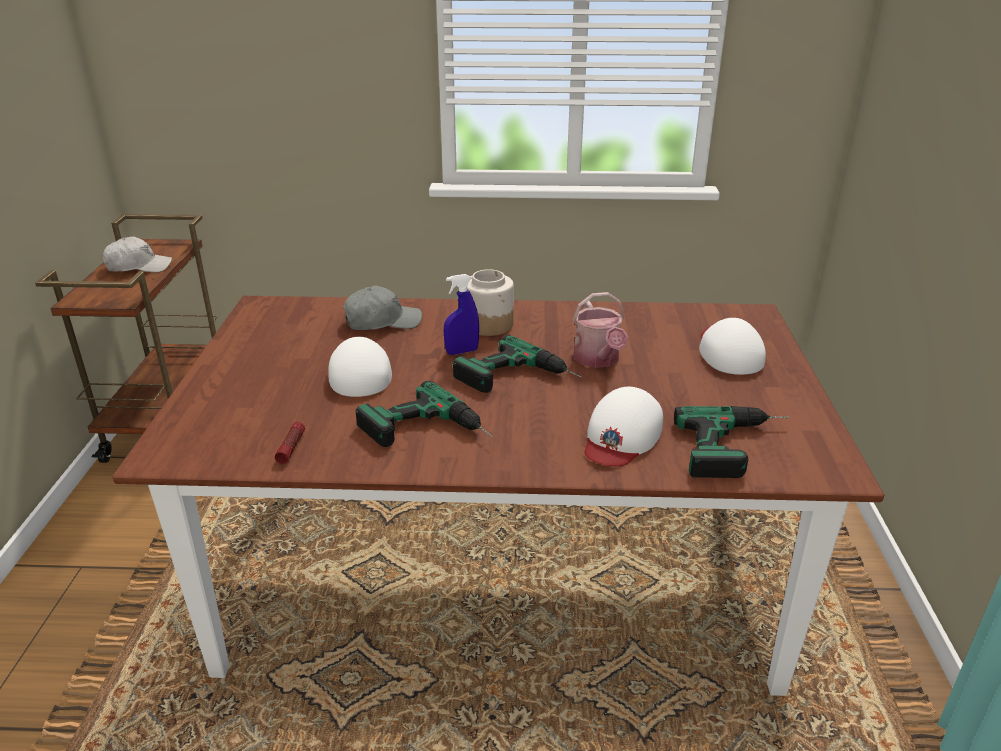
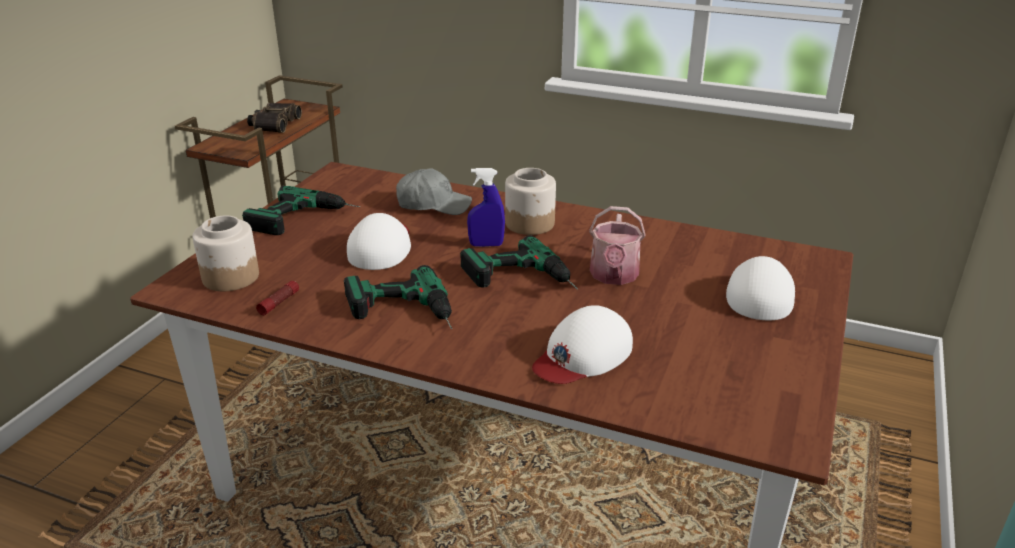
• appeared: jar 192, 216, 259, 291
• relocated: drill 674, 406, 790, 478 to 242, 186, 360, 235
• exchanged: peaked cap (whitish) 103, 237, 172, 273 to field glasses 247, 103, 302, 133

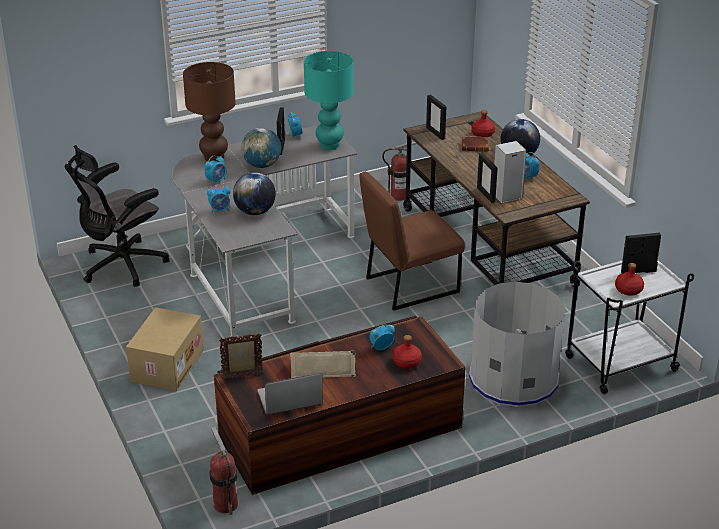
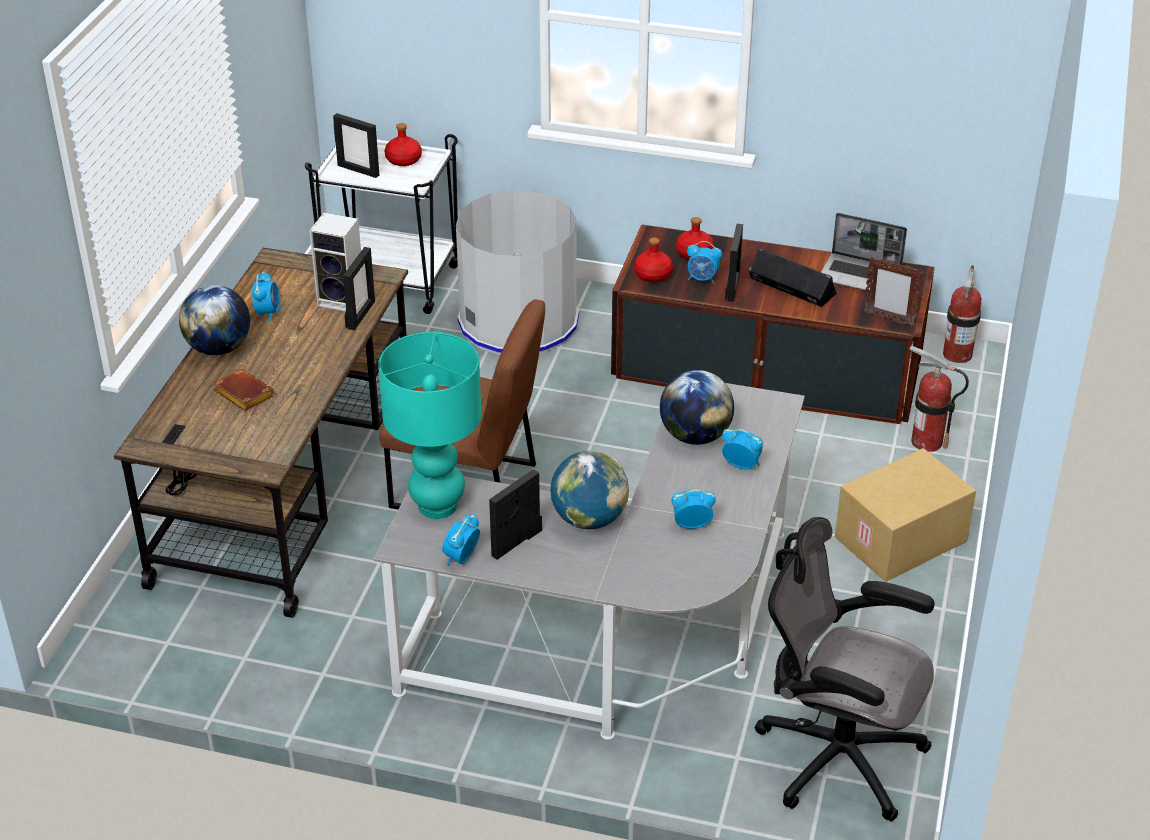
• relocated: beverage bottle (reddish) 471, 110, 495, 137 to 634, 237, 673, 282
• relocated: standing frame 426, 94, 447, 140 to 725, 224, 743, 302
• colour: speaker (beige-coloured) 290, 350, 355, 378 to speaker (black-coloured) 748, 247, 837, 307
• spun: computer chair 65, 145, 169, 287 = 755, 517, 934, 822 150 degrees counterclockwise
• relocated: extinguisher 382, 142, 417, 201 to 909, 346, 969, 452
• missing: lamp for a table (brown-coloured) 183, 62, 236, 162

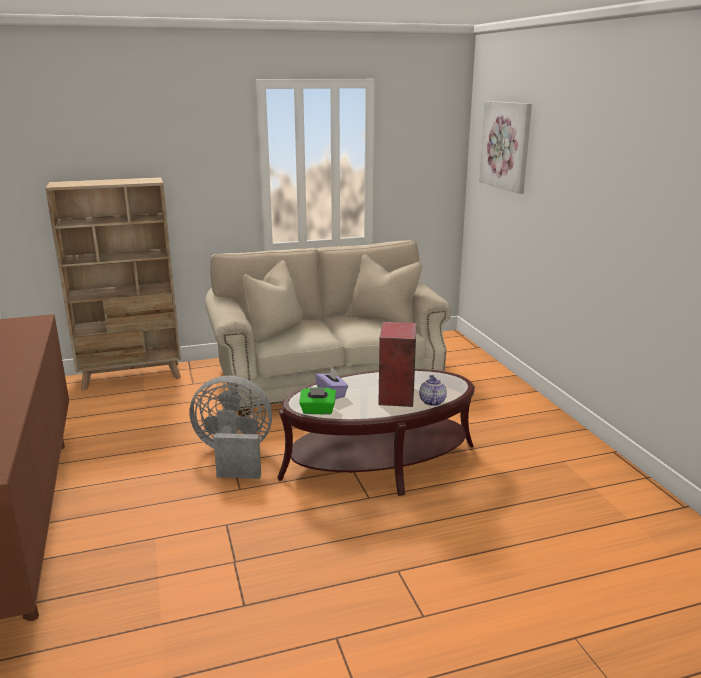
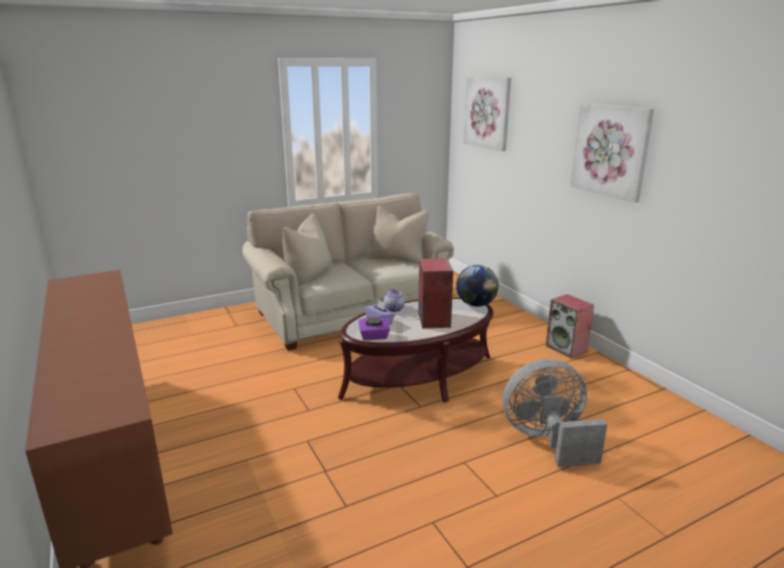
• colour: box of tissues (green) 299, 387, 336, 415 to box of tissues (purple) 358, 317, 390, 340
• relocated: tea pot 419, 375, 447, 406 to 384, 289, 405, 312
• appeared: desk globe 456, 265, 499, 307
• relocated: fan (gray) 190, 376, 272, 479 to 503, 359, 607, 467
• appeared: speaker 546, 294, 594, 359
• appeared: wall picture 570, 103, 654, 203
• missing: shelving unit (beige-coloured) 45, 177, 181, 391

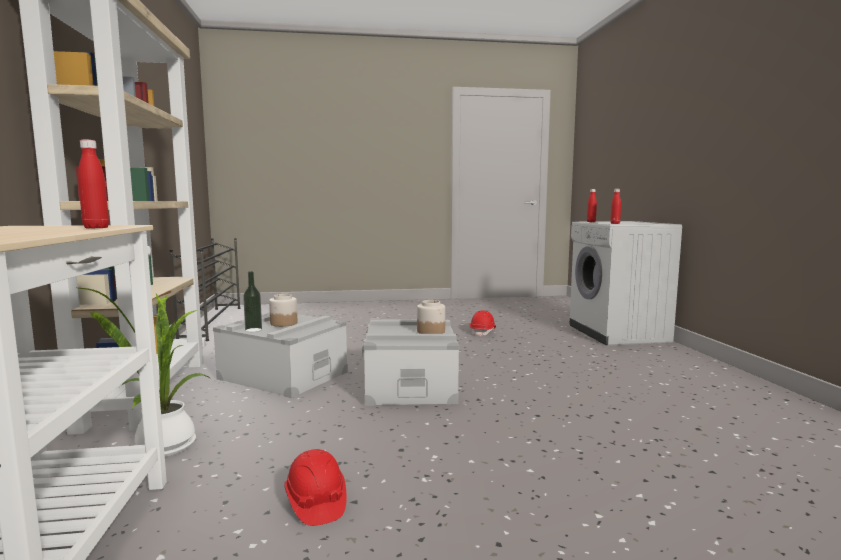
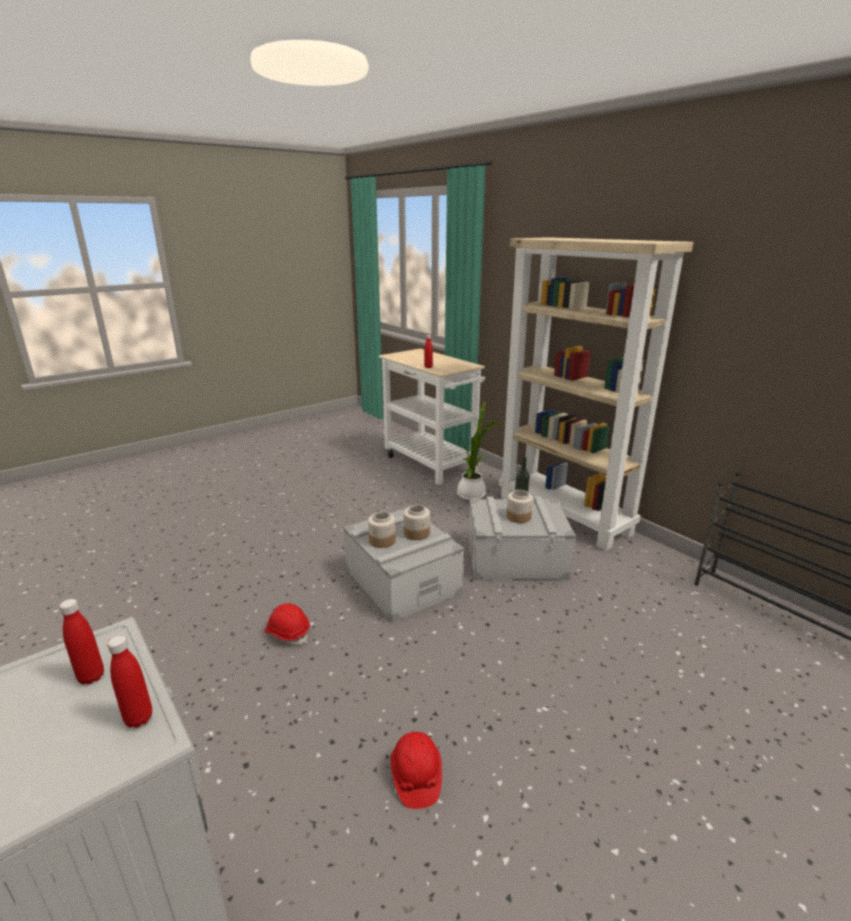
• relocated: work helmet (reddish) 284, 449, 347, 526 to 264, 603, 310, 646
• appeared: jar 403, 505, 430, 540

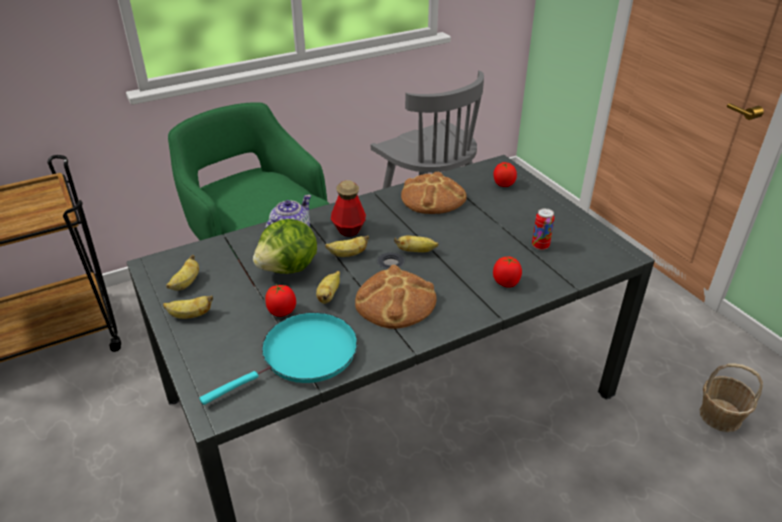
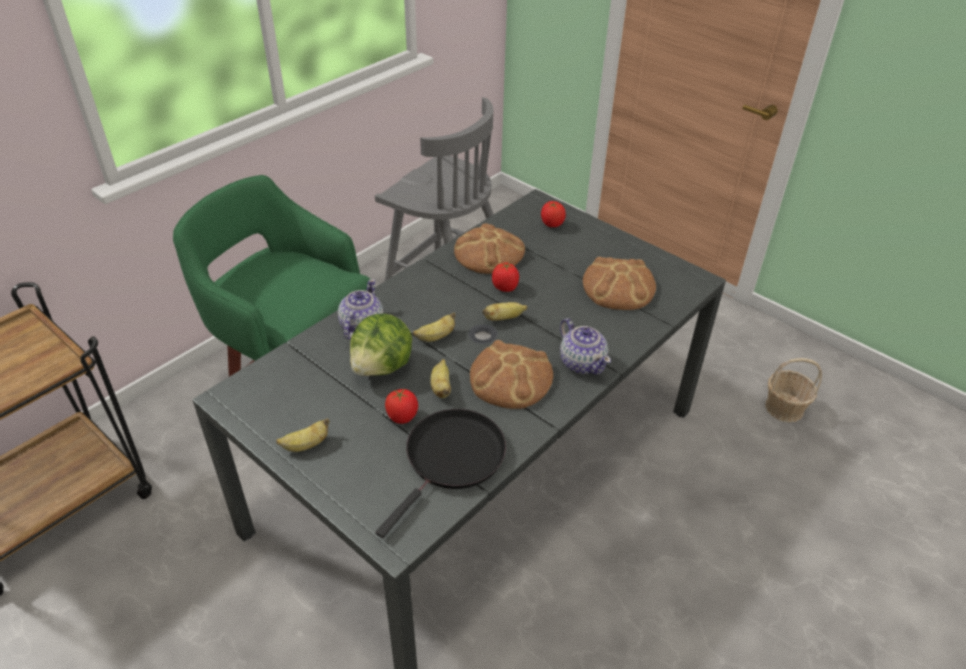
• colour: pan (turquoise-coloured) 199, 312, 357, 405 to pan (black-coloured) 376, 409, 506, 538
• relocated: fresh tomato 493, 256, 522, 287 to 492, 262, 519, 292
• appeared: tea pot 560, 318, 611, 375
• exchanged: can 532, 208, 555, 250 to baked bread 583, 257, 656, 310
• missing: whole banana 166, 255, 199, 291
• missing: beverage bottle 331, 180, 366, 237

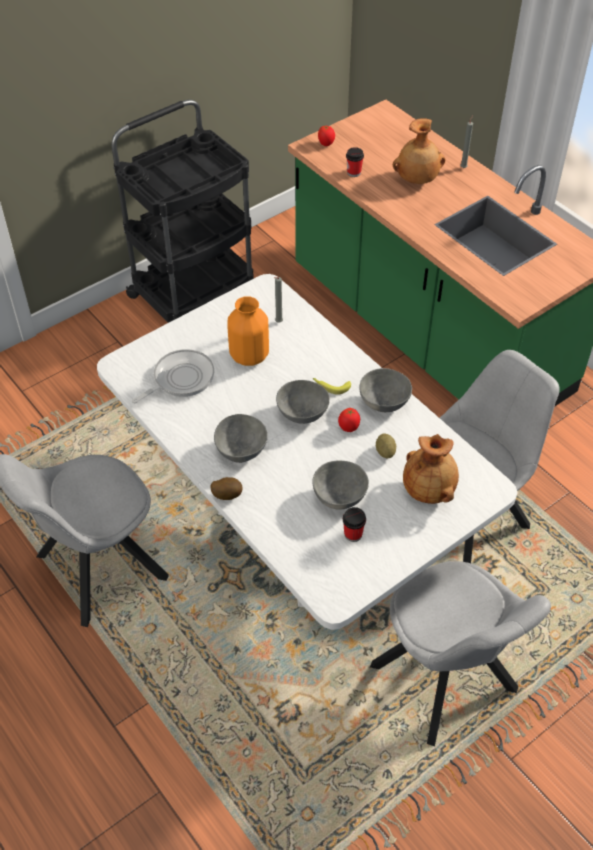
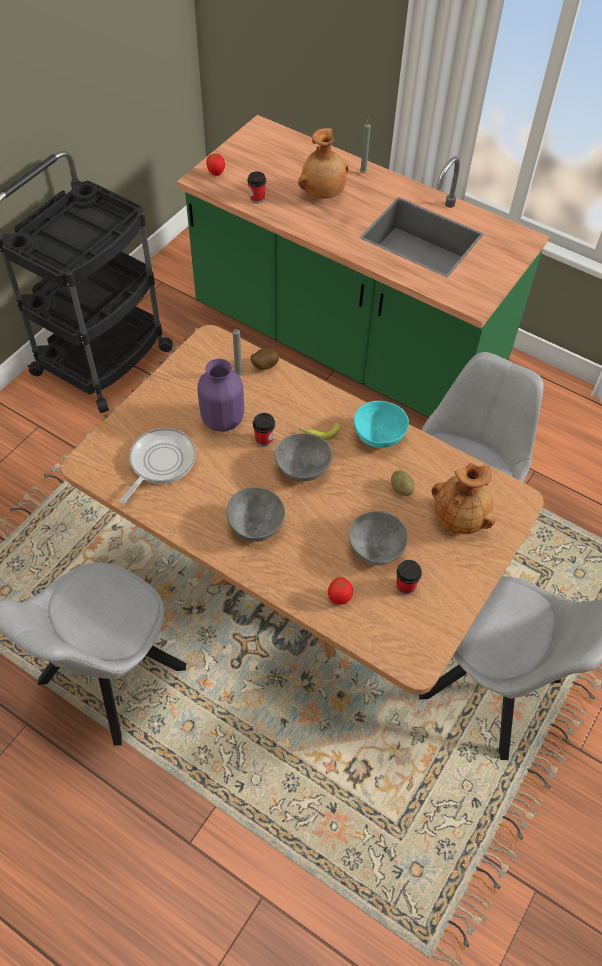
• colour: kitchen table (whitish) 97, 274, 518, 630 to kitchen table (brown-coloured) 61, 325, 544, 695
• colour: decorative vase (orange-coloured) 227, 296, 269, 366 to decorative vase (purple) 197, 359, 244, 432
• relocated: potato 210, 477, 242, 500 to 251, 348, 279, 370
• appeared: drinking cup 253, 413, 275, 447
• relocated: fresh tomato 338, 408, 360, 432 to 328, 577, 353, 605
• colour: deep dish (gray) 359, 368, 412, 412 to deep dish (turquoise-coloured) 354, 401, 409, 448

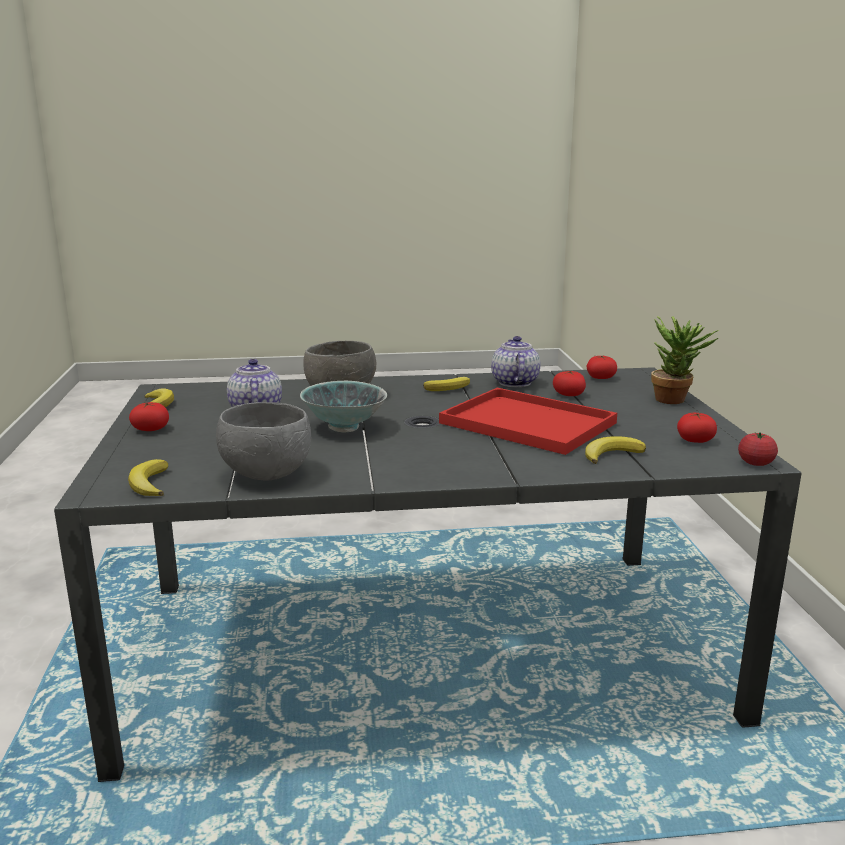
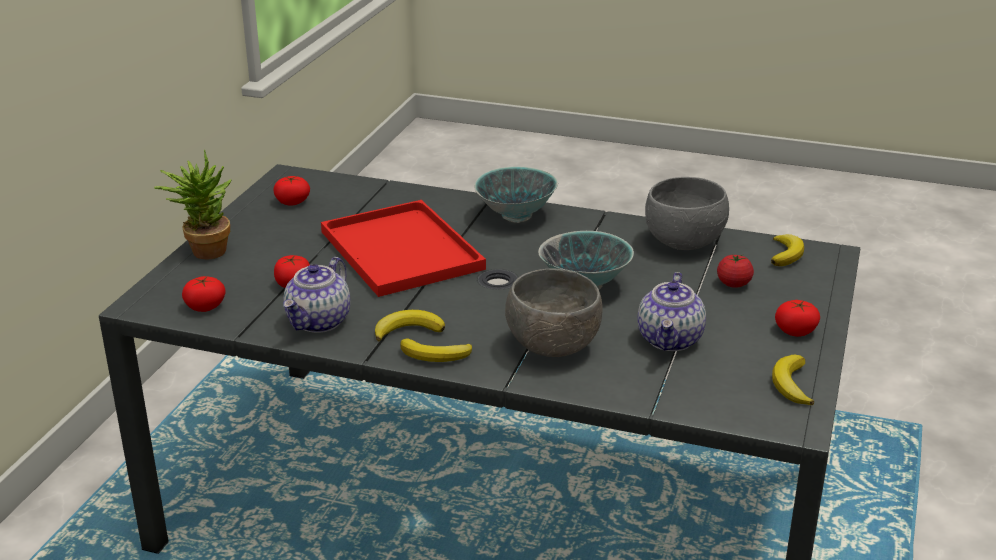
• relocated: whole banana 585, 436, 646, 464 to 400, 338, 472, 362
• appeared: deep dish 474, 166, 558, 223
• relocated: fresh tomato 738, 432, 778, 466 to 717, 254, 754, 288

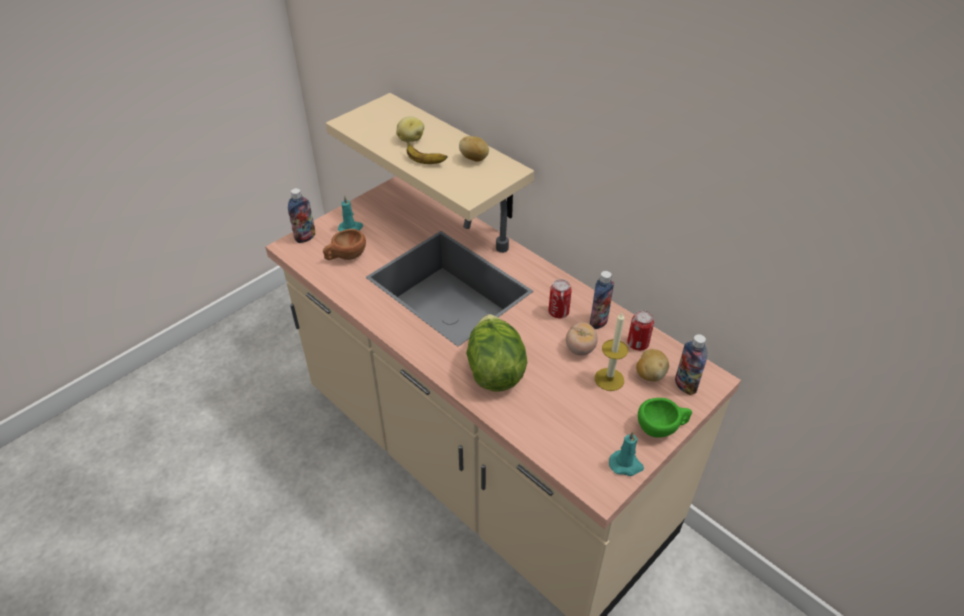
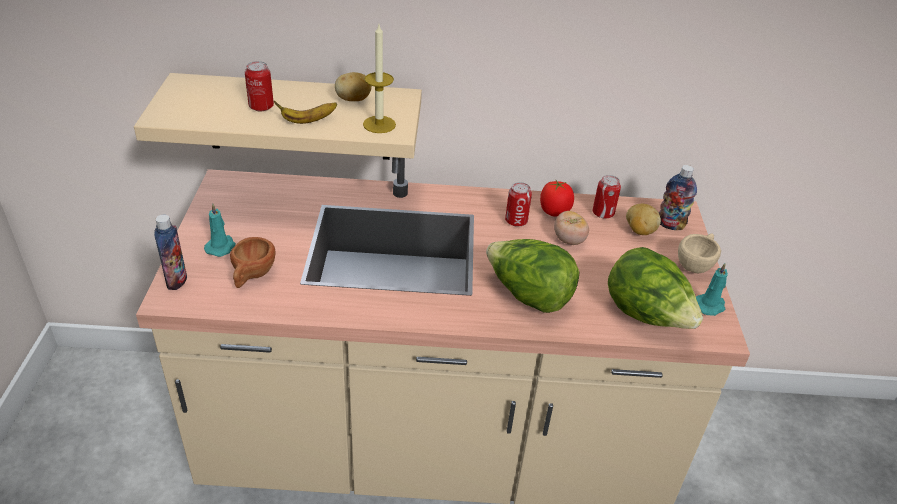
• exchanged: potato 396, 116, 424, 142 to can 245, 61, 274, 112
• relocated: wax candle 595, 313, 628, 391 to 363, 25, 396, 133
• exchanged: beverage bottle 590, 271, 614, 329 to fresh tomato 540, 179, 574, 216
• appeared: lettuce head 608, 247, 703, 329
• colour: drinking cup (green) 638, 398, 692, 438 to drinking cup (beige-coloured) 678, 233, 721, 273

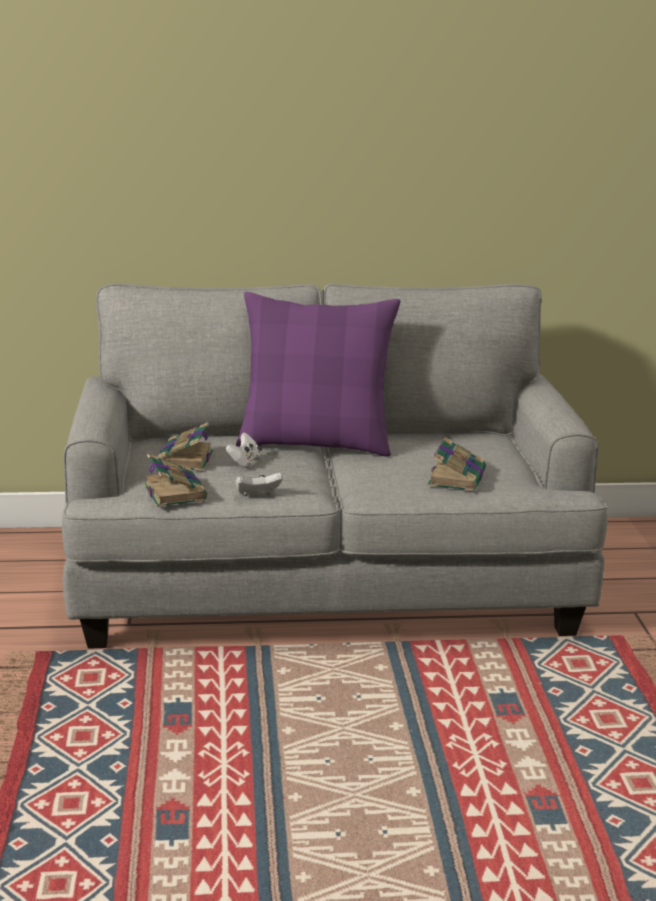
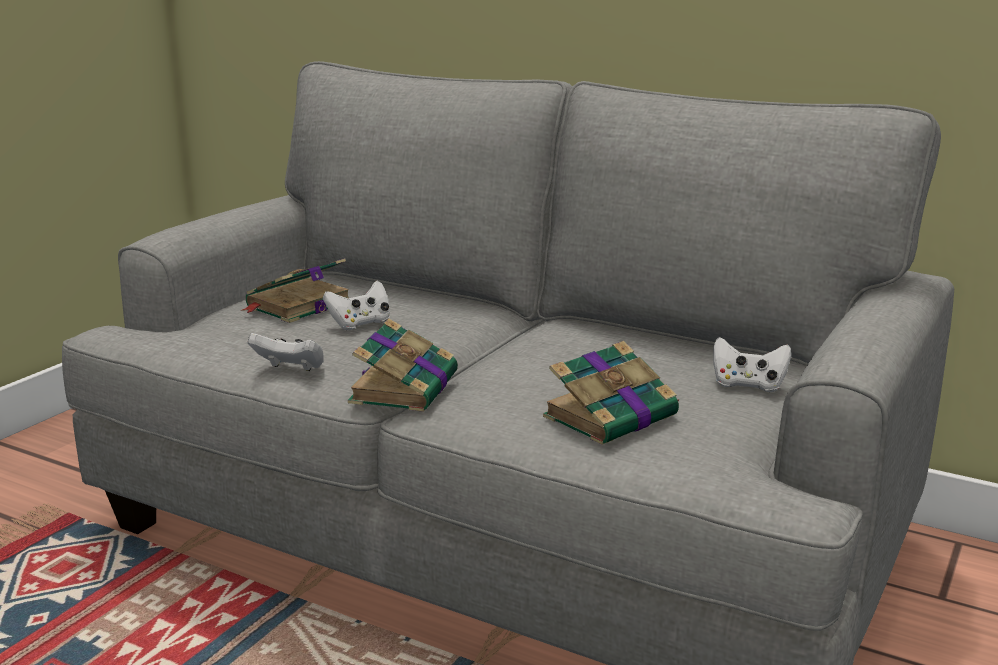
• relocated: book 144, 454, 207, 507 to 348, 319, 458, 412
• appeared: joypad (whitish) 713, 337, 791, 392
• missing: cushion (purple) 236, 292, 400, 457

